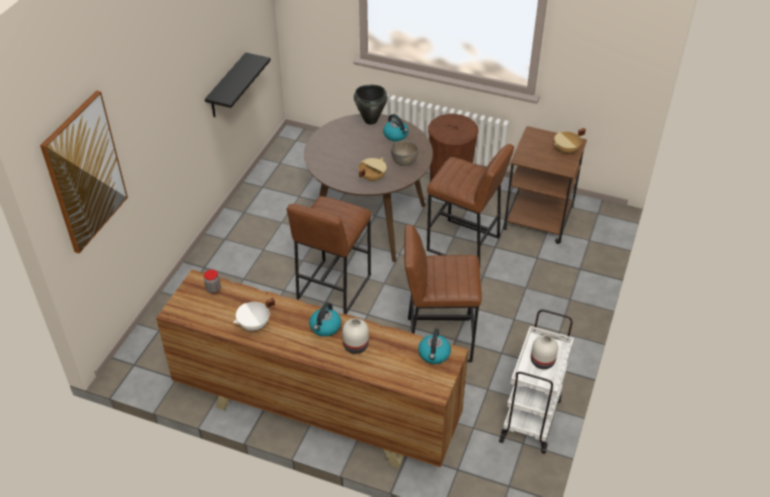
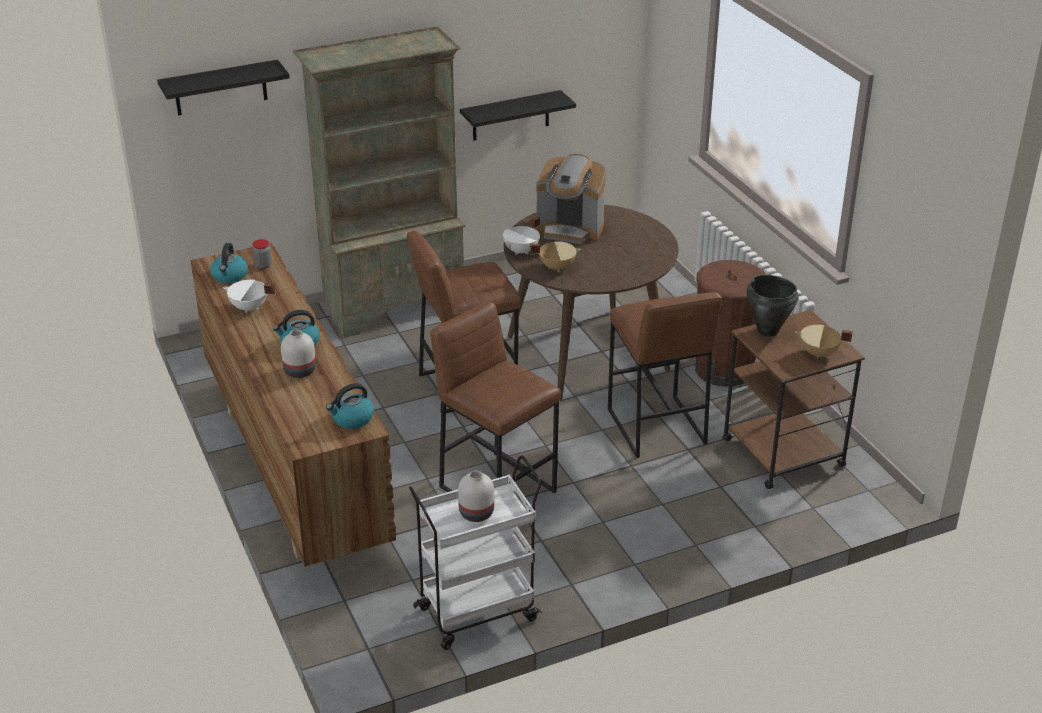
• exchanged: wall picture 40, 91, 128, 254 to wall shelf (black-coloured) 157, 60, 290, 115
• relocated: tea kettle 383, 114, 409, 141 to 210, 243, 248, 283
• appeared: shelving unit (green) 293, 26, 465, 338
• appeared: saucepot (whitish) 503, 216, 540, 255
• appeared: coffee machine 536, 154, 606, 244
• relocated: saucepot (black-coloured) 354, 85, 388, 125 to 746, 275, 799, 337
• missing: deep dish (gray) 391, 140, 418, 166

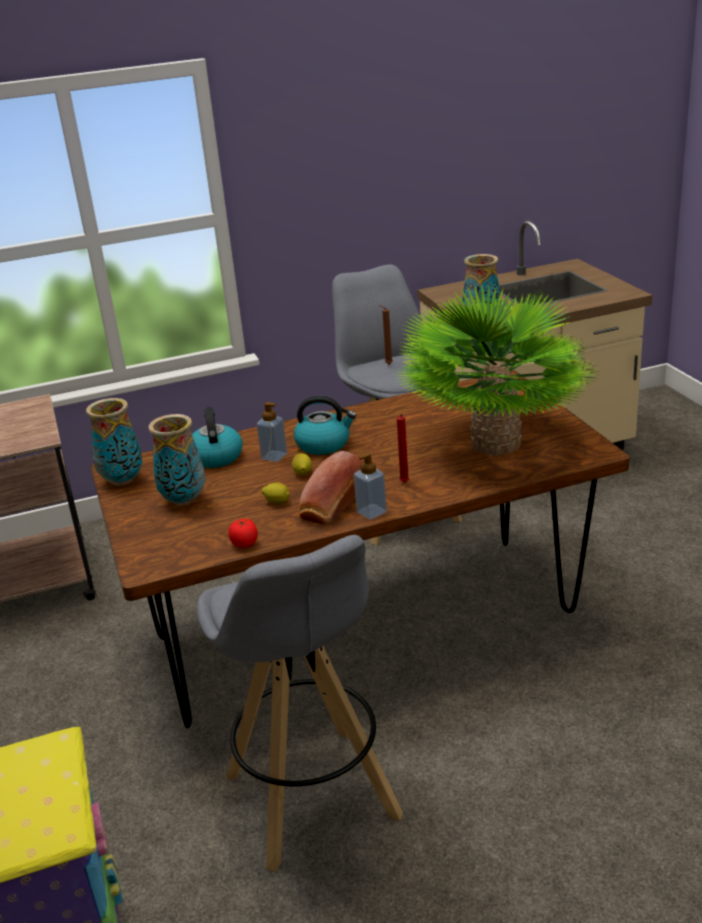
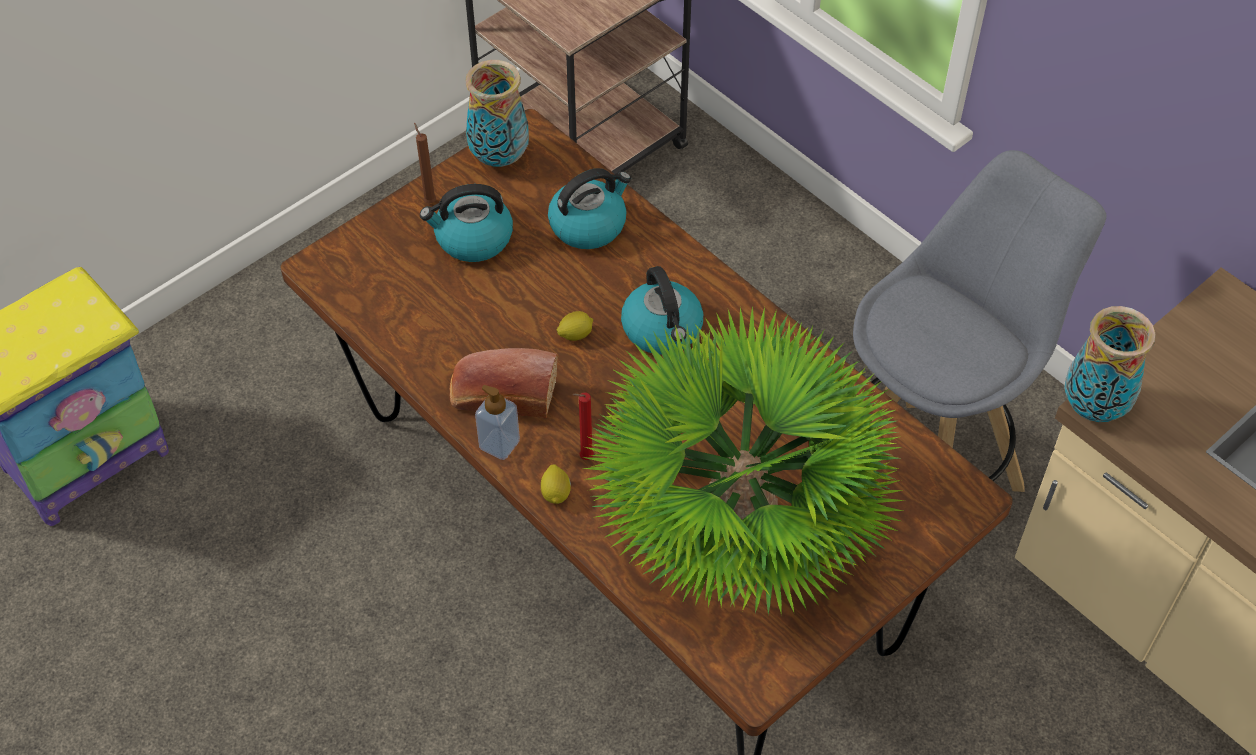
• relocated: wax candle (brown-coloured) 379, 305, 393, 364 to 414, 123, 436, 203
• exchanged: decorative vase 148, 414, 205, 506 to tea kettle 420, 184, 513, 262
• relocated: citrus fruit 262, 483, 290, 504 to 541, 464, 571, 504
• missing: sitting stool (gray) 197, 535, 403, 872
• missing: fresh tomato 228, 519, 258, 548
• missing: liquid soap bottle 257, 402, 287, 462

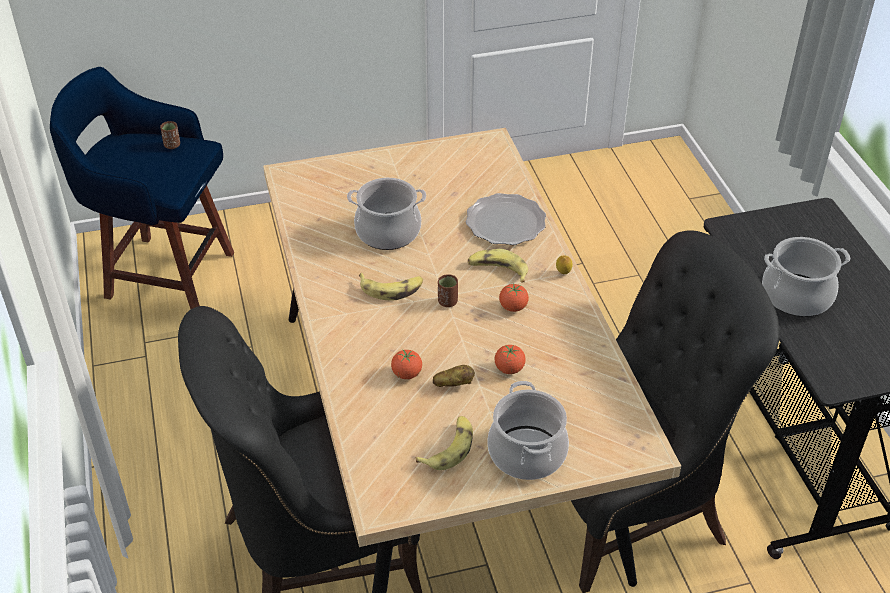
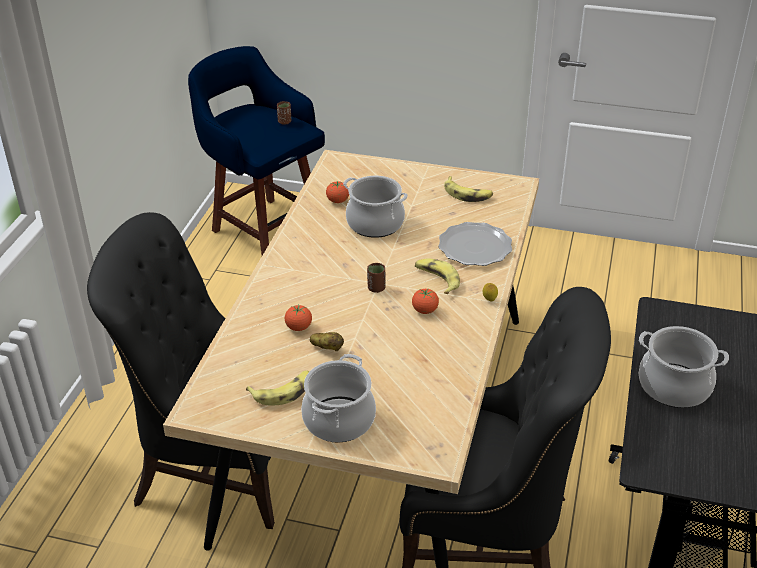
• relocated: fresh tomato 495, 345, 526, 374 to 326, 181, 349, 203
• relocated: whole banana 359, 273, 423, 300 to 444, 176, 493, 202

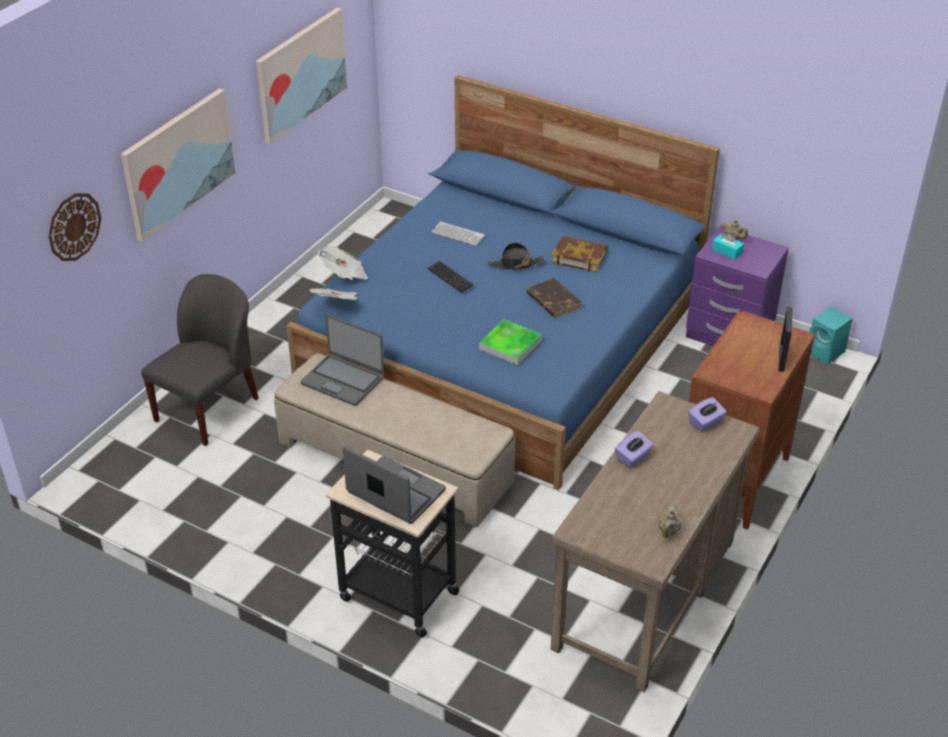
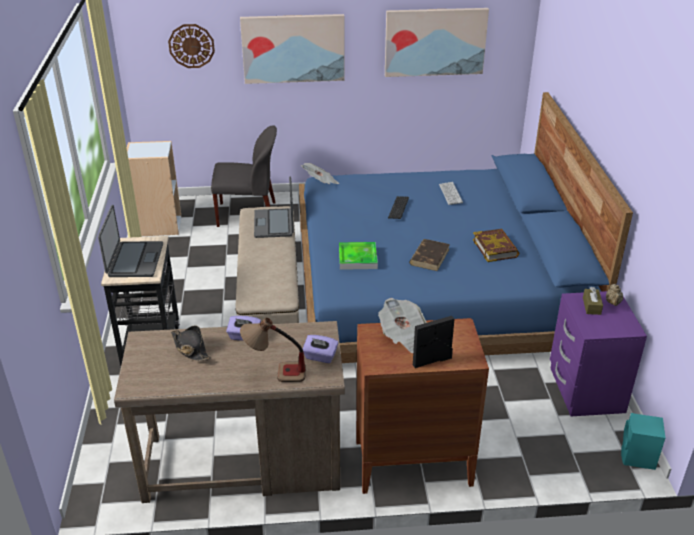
• appeared: shelving unit 127, 141, 181, 236
• relocated: wearable hat (black-coloured) 487, 242, 544, 270 to 171, 325, 211, 361
• appeared: lamp for a table 240, 318, 306, 382
• relocated: newspaper 317, 246, 368, 280 to 378, 298, 427, 353
• colour: box of tissues (turquoise-coloured) 712, 232, 744, 259 to box of tissues (brown-coloured) 583, 287, 603, 315
• missing: tea pot (beige-coloured) 658, 505, 682, 538

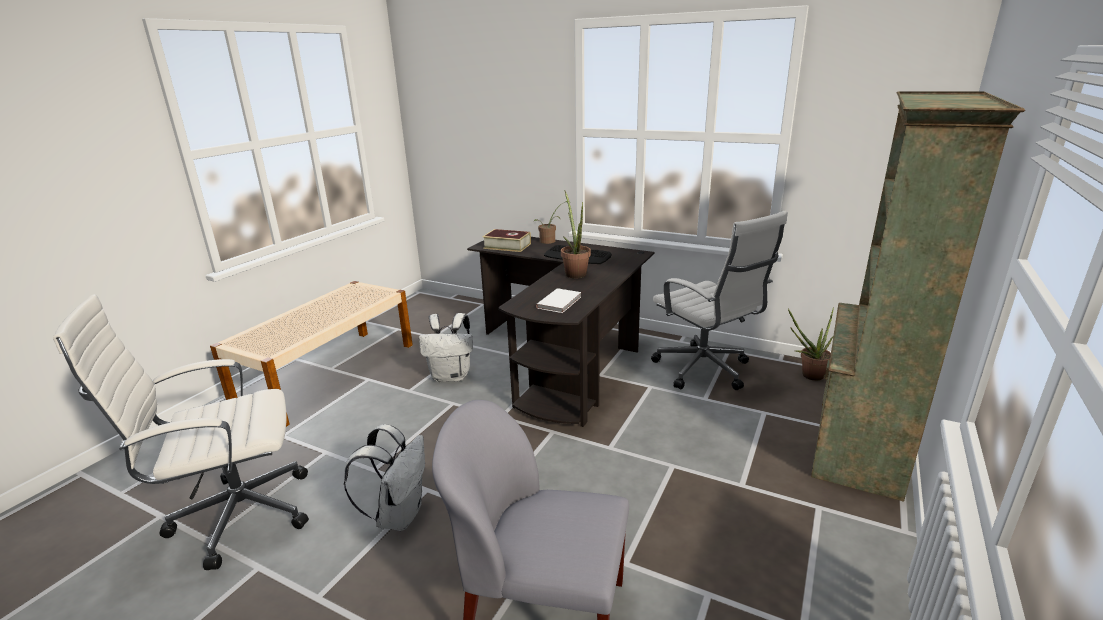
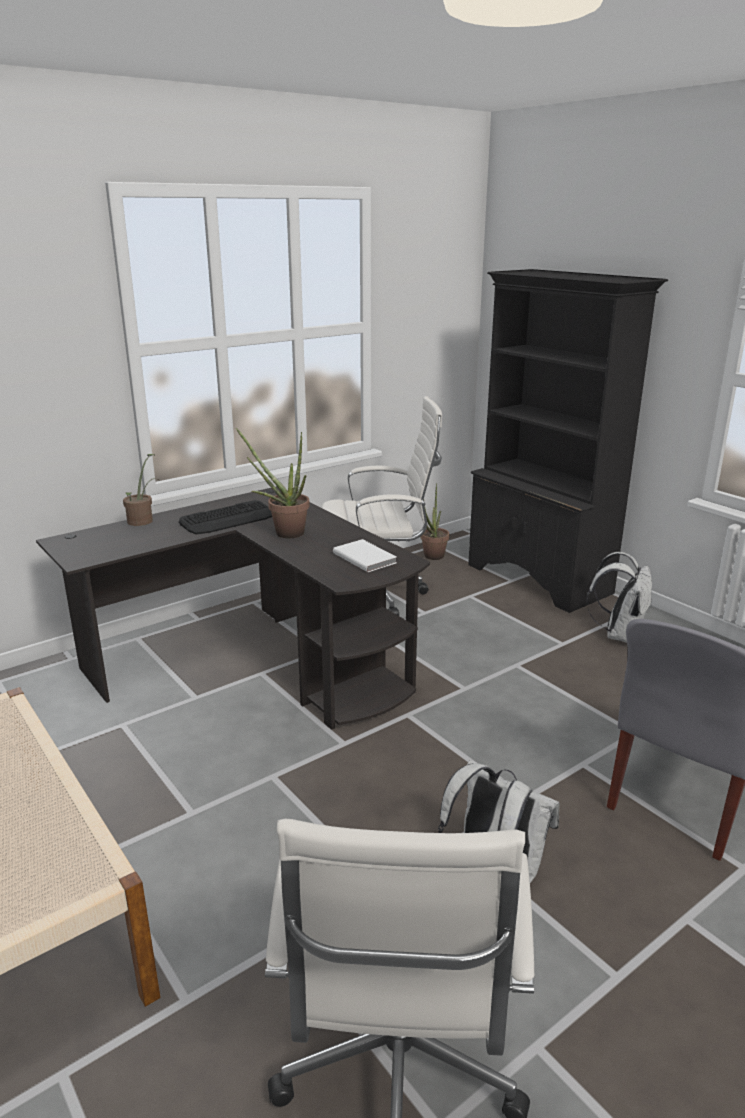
• colour: shelving unit (green) 811, 91, 1025, 502 to shelving unit (black-coloured) 468, 269, 668, 613
• relocated: backpack (whitish) 419, 313, 473, 382 to 586, 552, 652, 643
• missing: book 482, 229, 531, 252

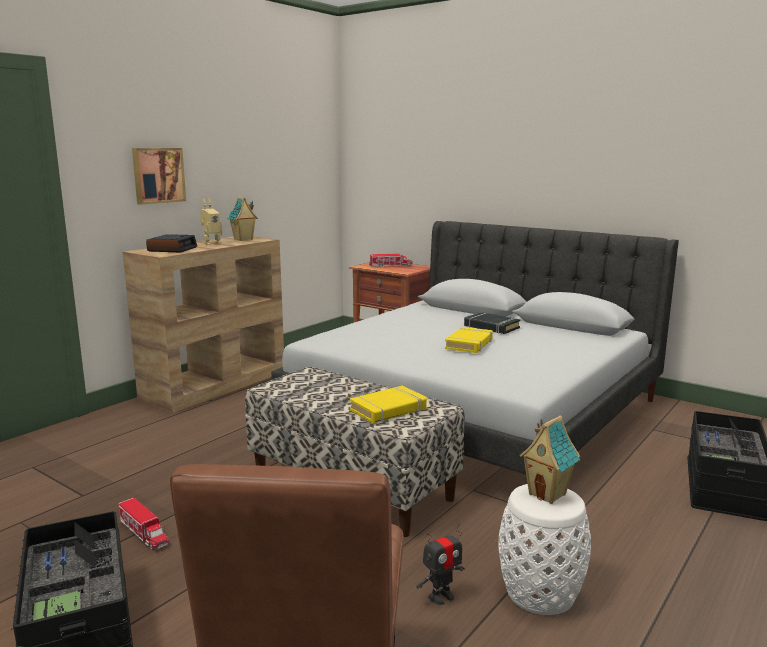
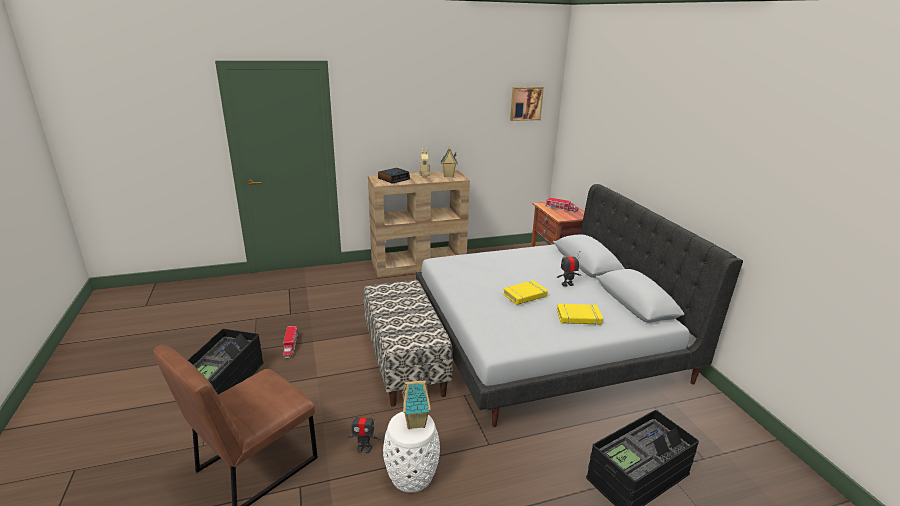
• relocated: wall picture 132, 148, 186, 205 to 510, 87, 544, 121
• exchanged: book (black-coloured) 464, 312, 520, 334 to model robot 557, 253, 581, 287
• relocated: book (yellow-coloured) 350, 386, 427, 423 to 557, 304, 603, 325

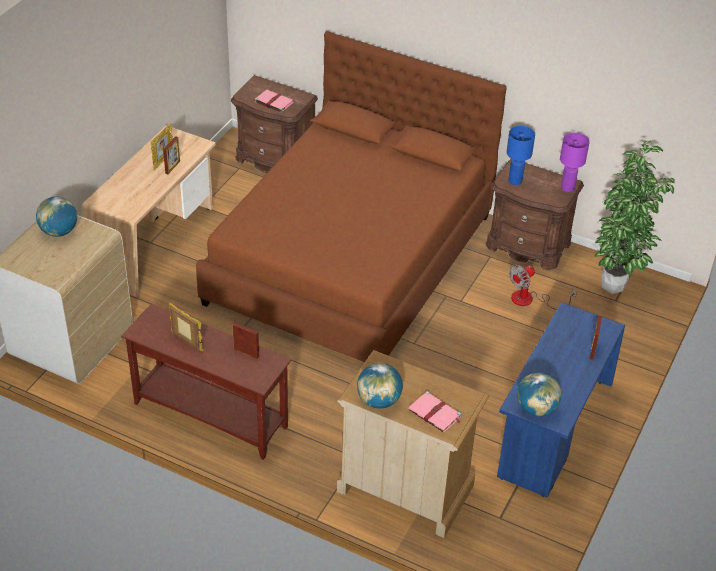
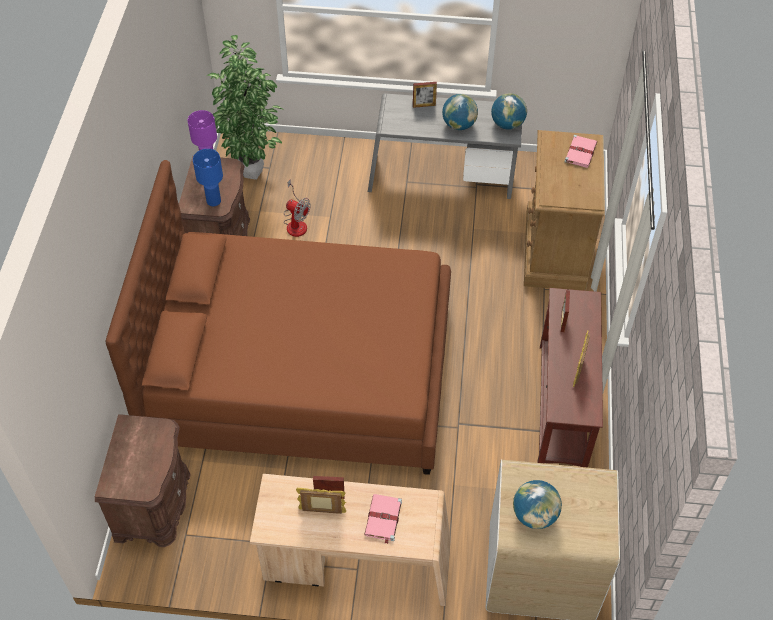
• relocated: book (pinkish) 255, 90, 294, 113 to 364, 494, 402, 544
• colour: desk unit (blue) 497, 302, 625, 497 to desk unit (gray) 368, 93, 522, 199
• relocated: desk globe 357, 363, 403, 409 to 442, 94, 478, 130

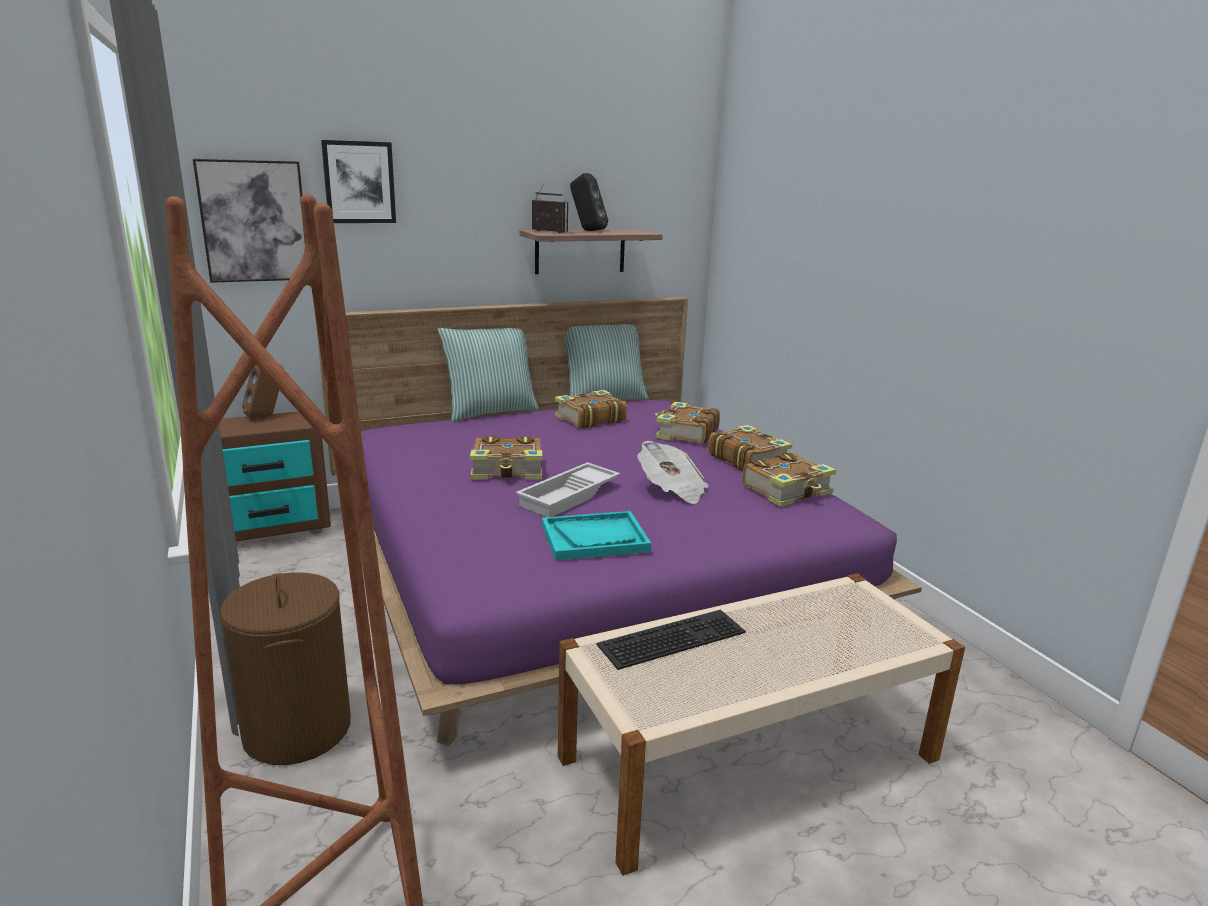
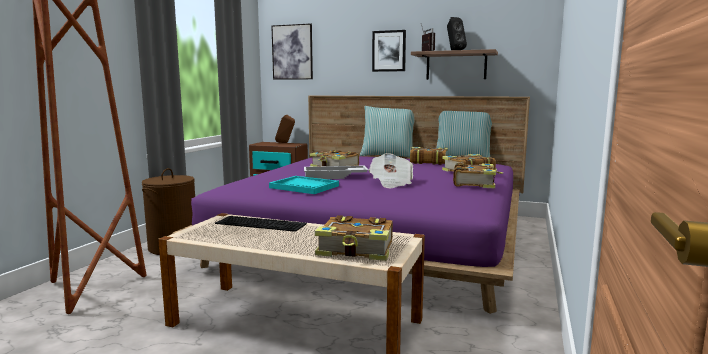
• relocated: book 742, 452, 836, 507 to 315, 215, 393, 261
• relocated: wall picture 321, 140, 396, 223 to 372, 30, 406, 72

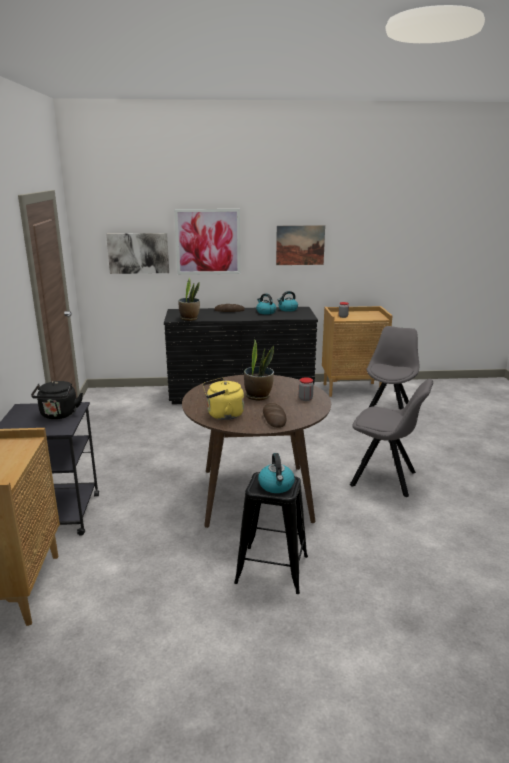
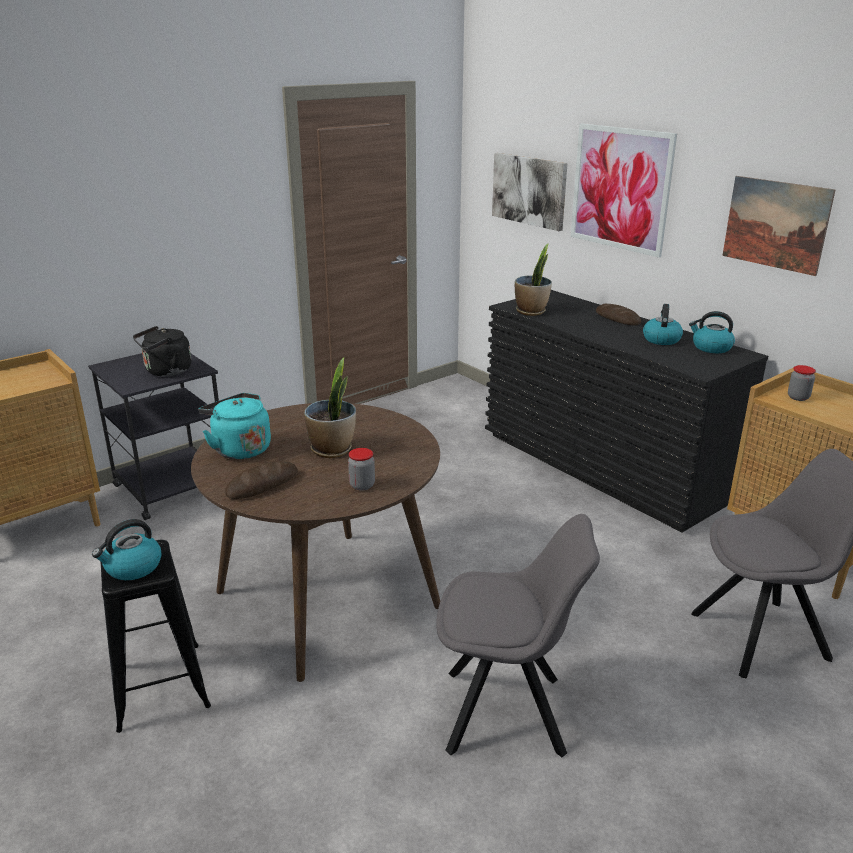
• colour: tea kettle (yellow-coloured) 203, 378, 244, 420 to tea kettle (turquoise-coloured) 199, 393, 271, 459
• spun: plain chair (gray) 350, 379, 433, 497 = 436, 514, 600, 757 75 degrees counterclockwise

